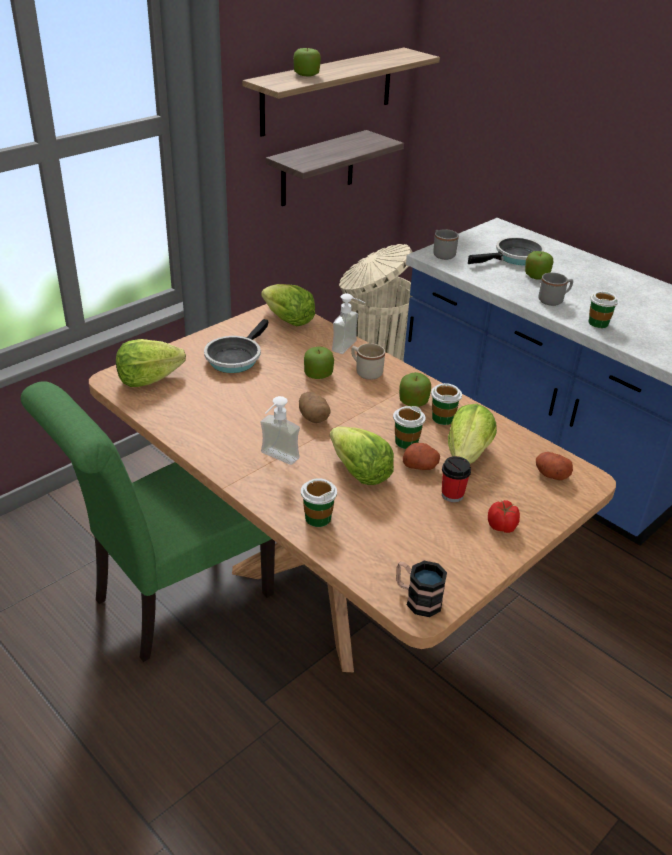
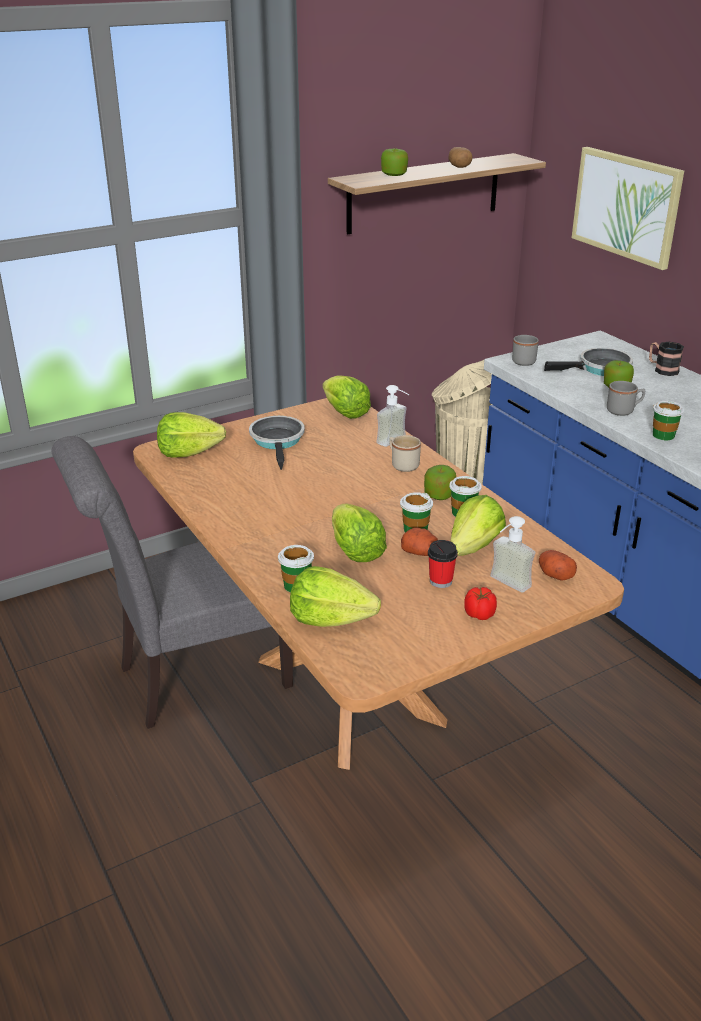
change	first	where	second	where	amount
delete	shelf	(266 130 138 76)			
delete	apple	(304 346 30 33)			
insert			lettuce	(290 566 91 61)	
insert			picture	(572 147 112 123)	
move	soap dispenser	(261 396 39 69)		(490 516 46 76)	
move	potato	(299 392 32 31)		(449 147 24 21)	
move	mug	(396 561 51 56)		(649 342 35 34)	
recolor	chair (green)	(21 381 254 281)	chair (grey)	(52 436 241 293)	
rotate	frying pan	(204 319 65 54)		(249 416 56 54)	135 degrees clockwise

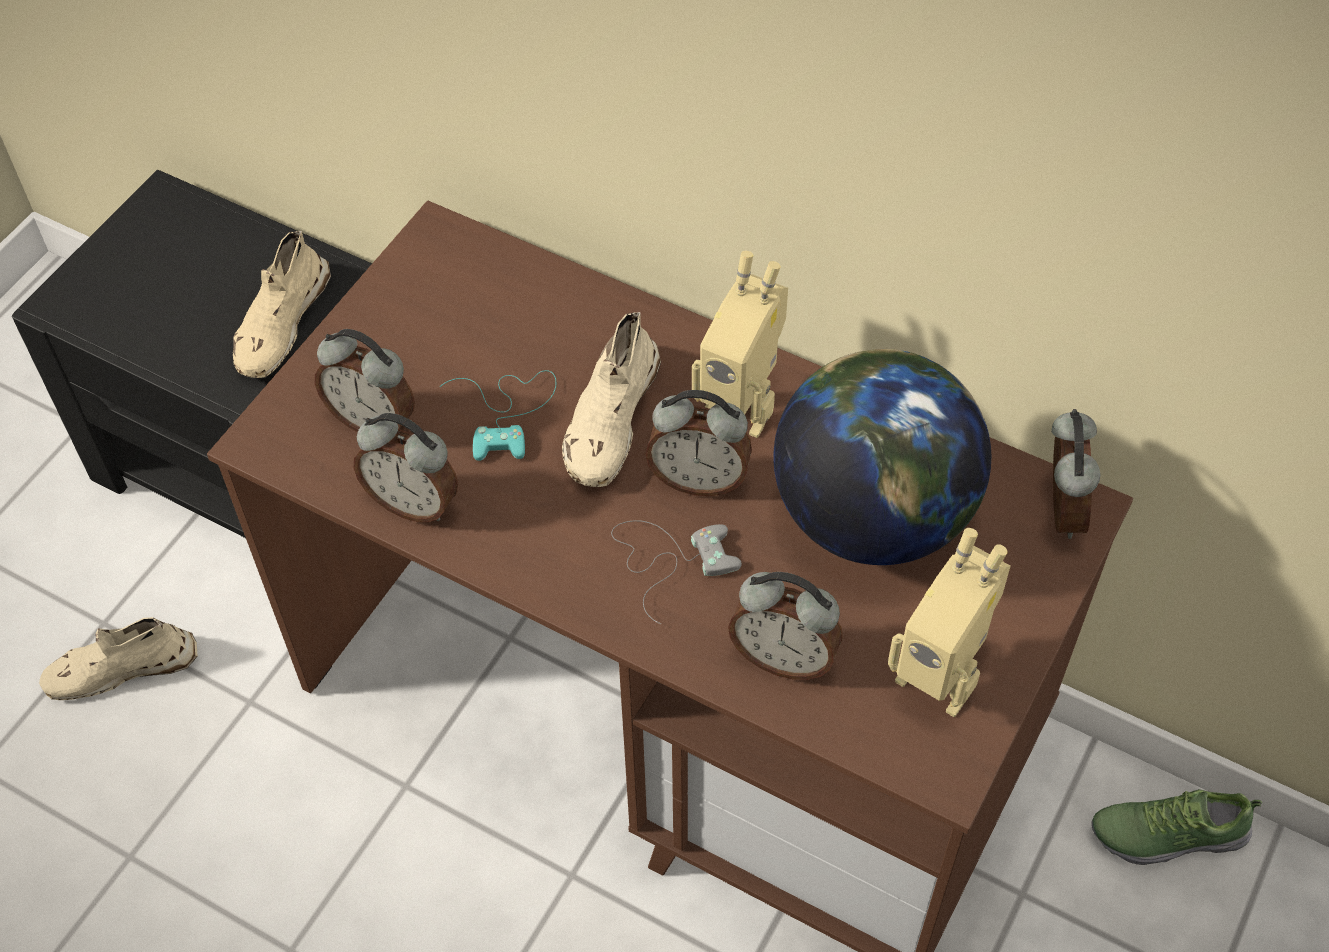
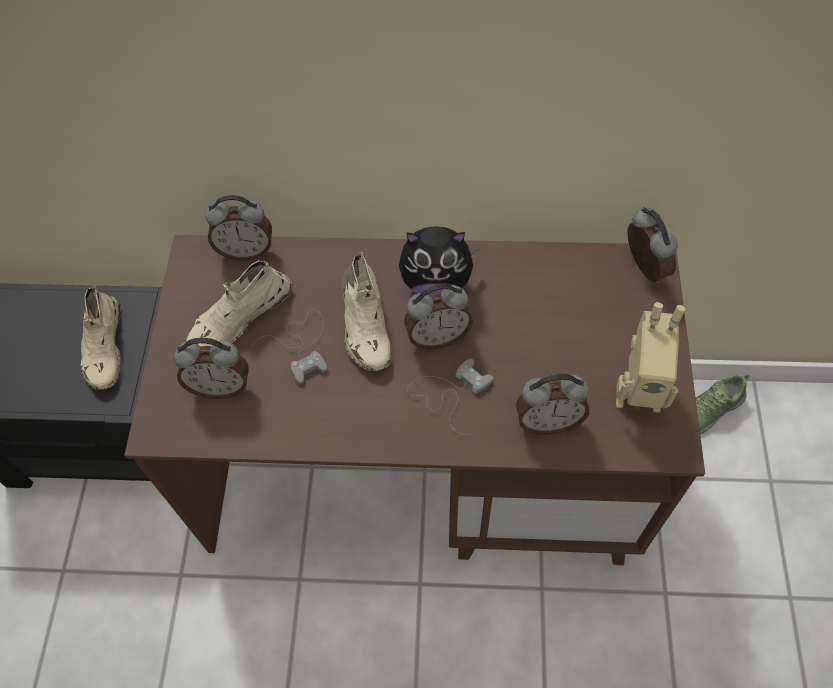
change	first	where	second	where	amount
delete	globe	(774 349 217 216)			
move	shoe (beige)	(39 617 159 83)		(186 260 107 86)	
move	alarm clock	(353 413 105 109)		(206 195 66 66)	
replace	toy robot	(692 251 96 187)	plush toy	(399 226 79 70)	
recolor	game controller (turquoise)	(440 370 116 91)	game controller (grey)	(251 310 77 74)	

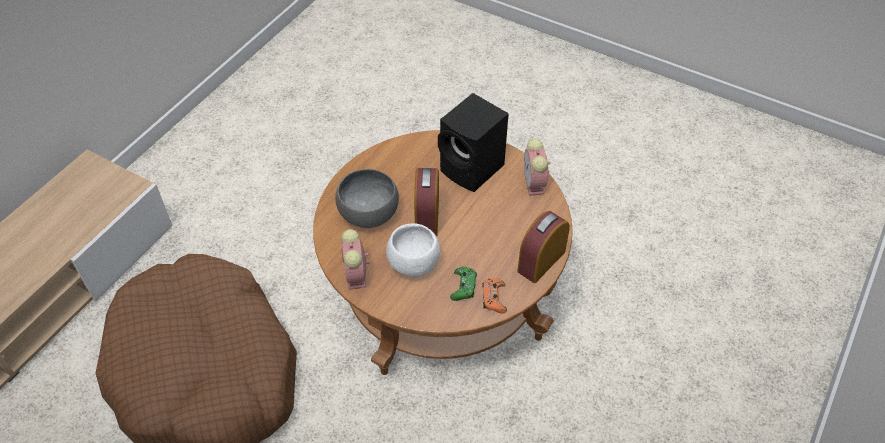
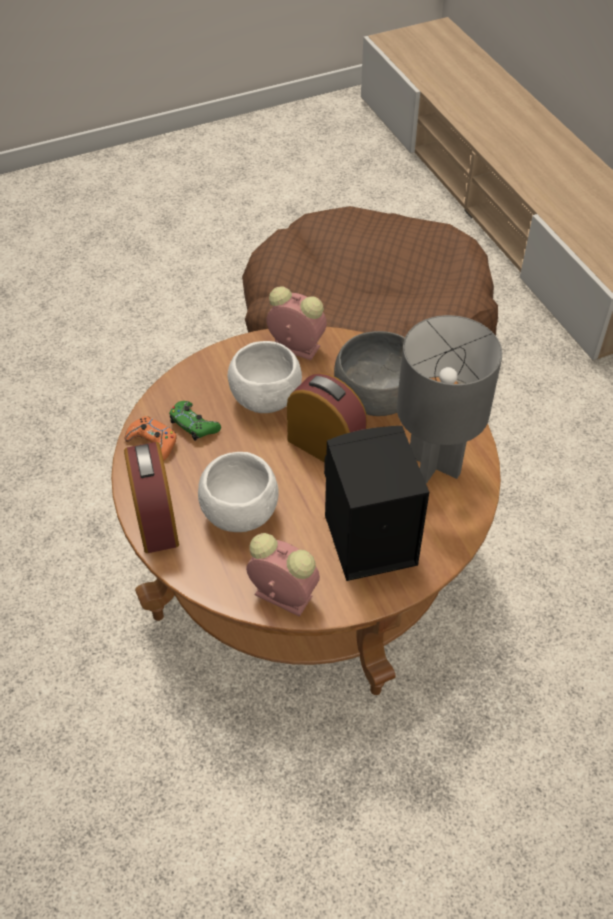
change	first	where	second	where	amount
insert			bowl (white)	(198 452 81 80)	
insert			table lamp (grey)	(397 315 105 169)	

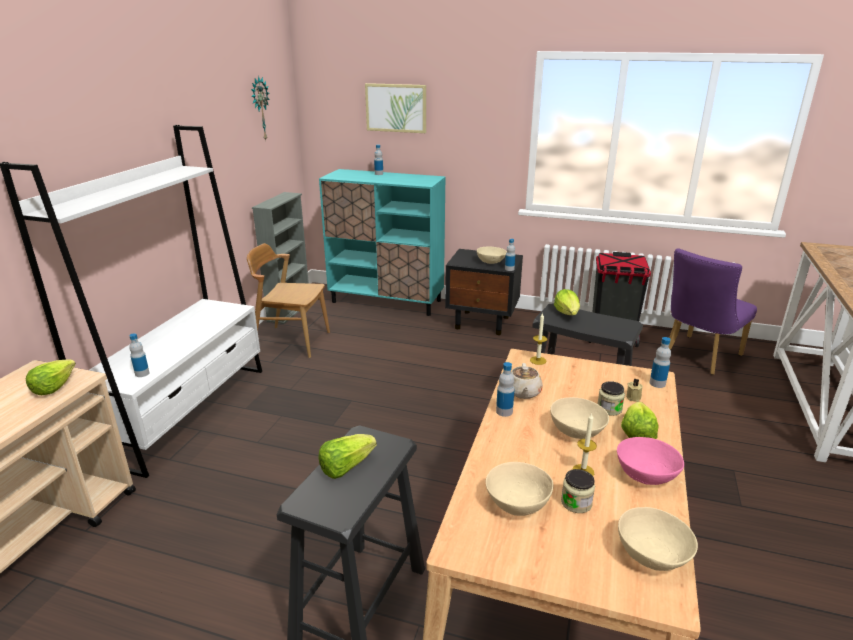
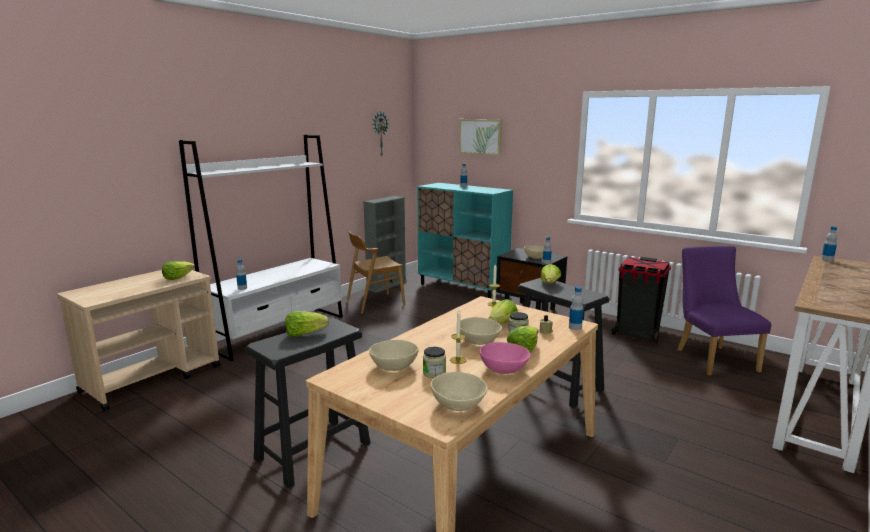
change	first	where	second	where	amount
delete	teapot (beige)	(511 363 32 36)			
insert			lettuce	(488 299 30 25)	
move	bottle	(496 362 19 55)		(821 226 17 35)	
rotate	chair (brown)	(247 243 83 115)		(347 231 58 83)	60 degrees counterclockwise
rotate	chair (purple)	(669 248 88 127)		(677 246 94 130)	105 degrees clockwise

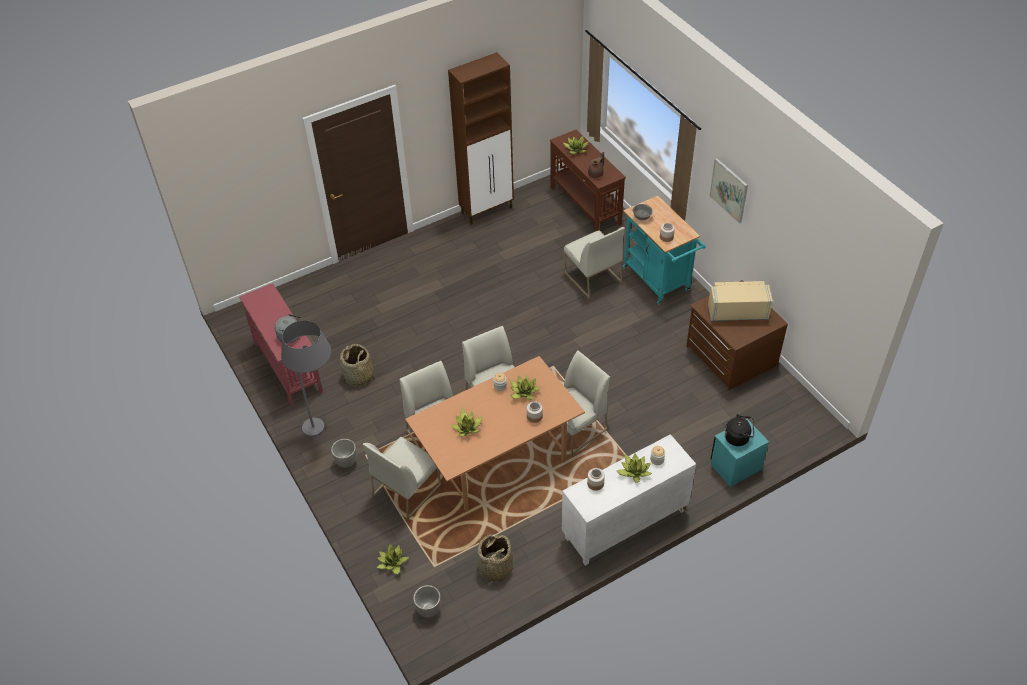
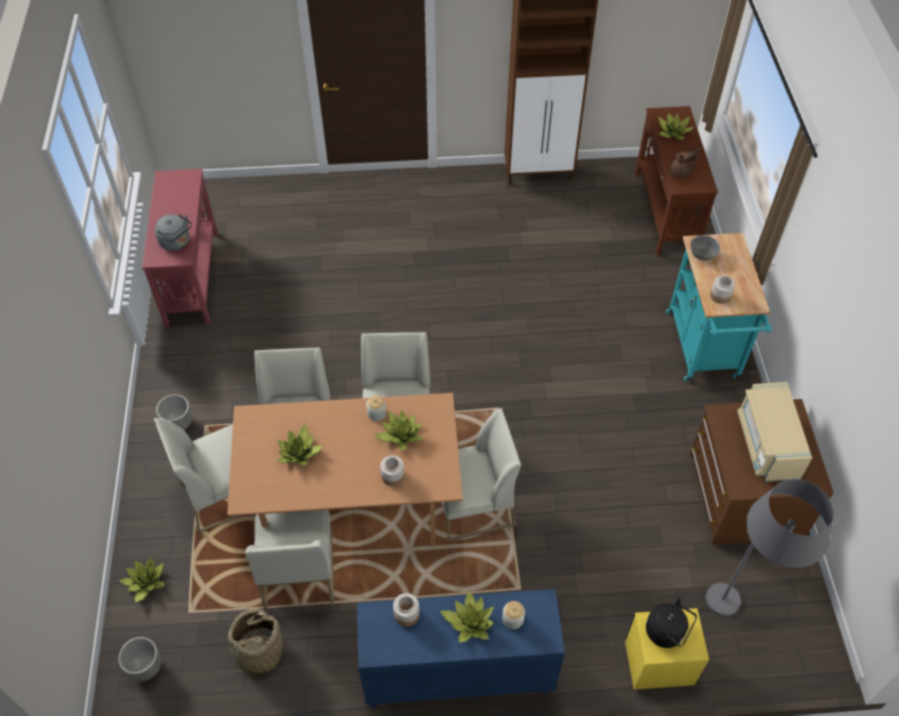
change	first	where	second	where	amount
delete	basket	(340 344 34 42)			
delete	picture	(709 158 39 65)			
move	floor lamp (grey)	(281 320 50 117)		(706 479 128 137)	
move	chair (white)	(564 227 61 72)		(245 510 89 100)	
recolor	cabinet (white)	(562 434 134 132)	cabinet (blue)	(357 589 208 118)	
recolor	nightstand (turquoise)	(711 419 58 68)	nightstand (yellow)	(625 608 84 82)	
rotate	microwave (beige)	(708 281 65 40)		(737 382 75 100)	120 degrees counterclockwise

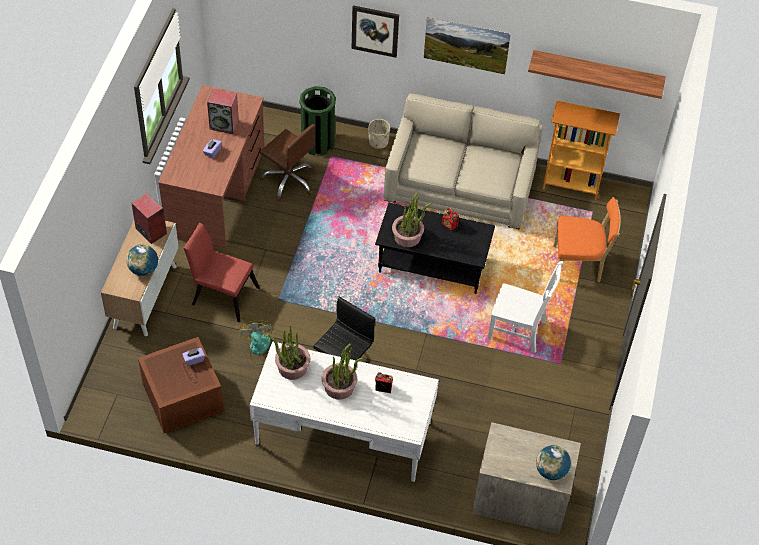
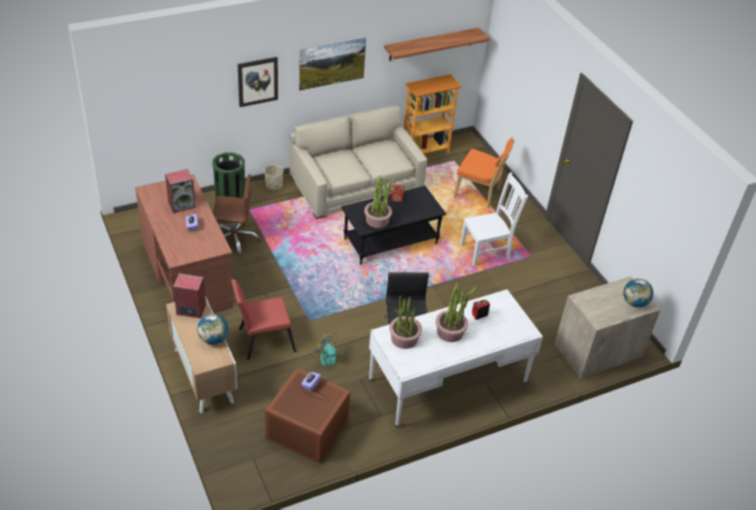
change	first	where	second	where	amount
rotate	chair (orange)	(553 197 68 85)		(454 138 61 70)	60 degrees clockwise

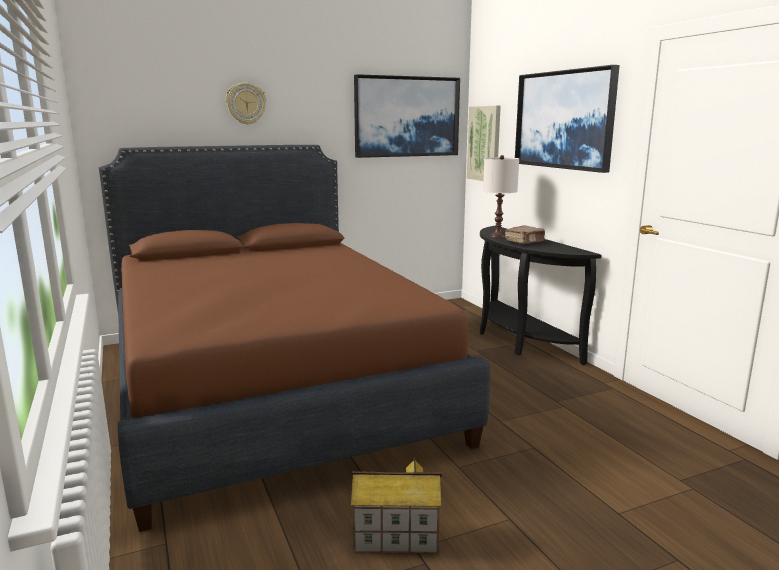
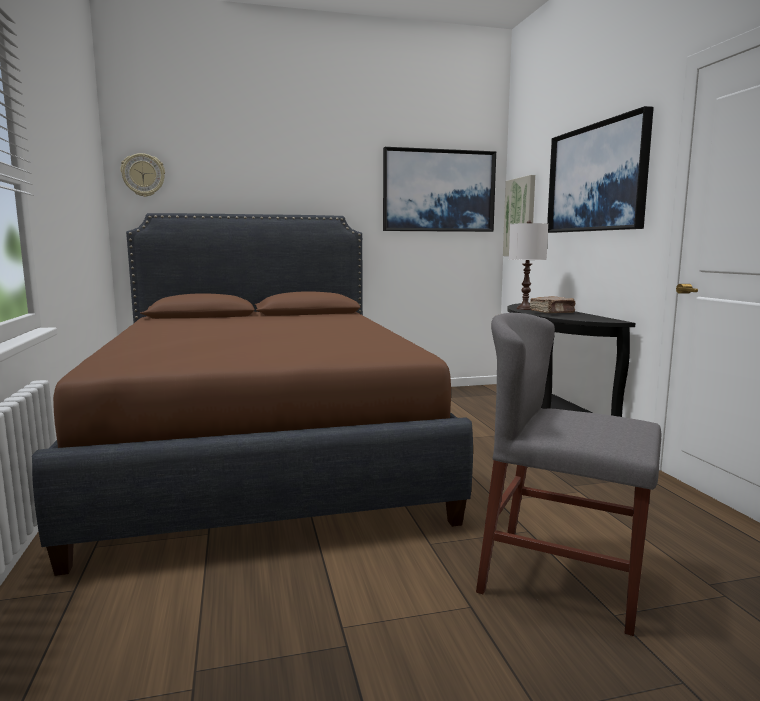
change	first	where	second	where	amount
delete	toy house	(351 457 91 97)			
insert			chair (grey)	(476 313 185 323)	
move	wall clock	(226 83 40 42)		(120 153 45 44)	

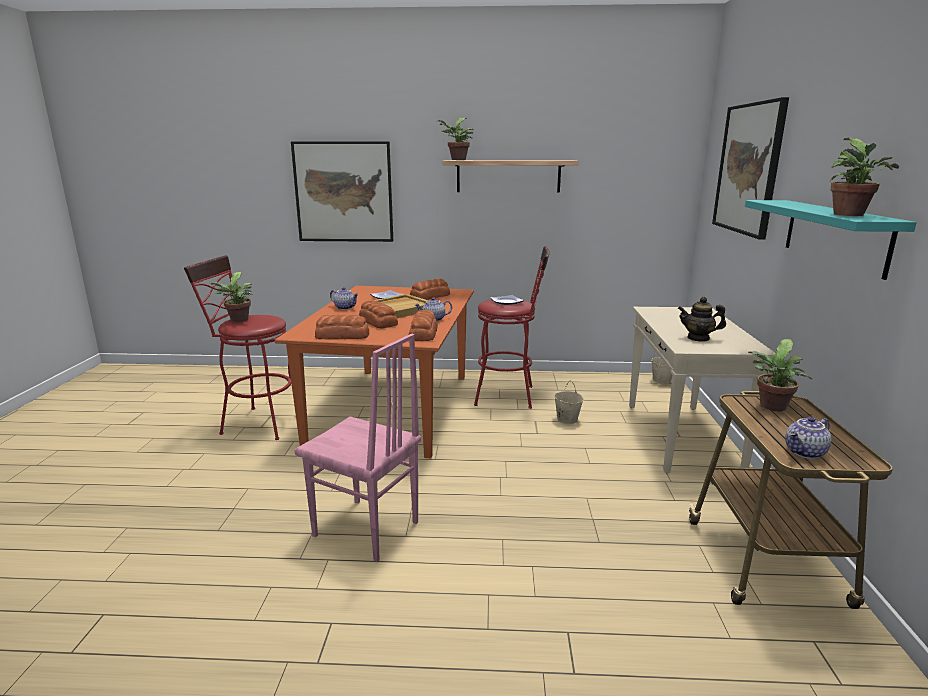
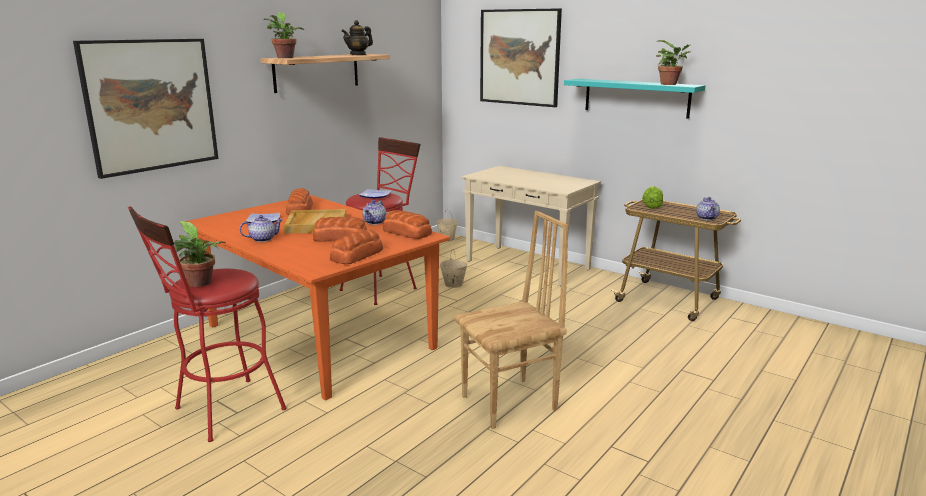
change	first	where	second	where	amount
move	teapot	(678 297 48 45)		(342 20 31 35)	
replace	potted plant	(748 339 64 72)	lettuce	(642 186 21 23)	
recolor	chair (pink)	(294 334 127 228)	chair (brown)	(455 211 113 218)	

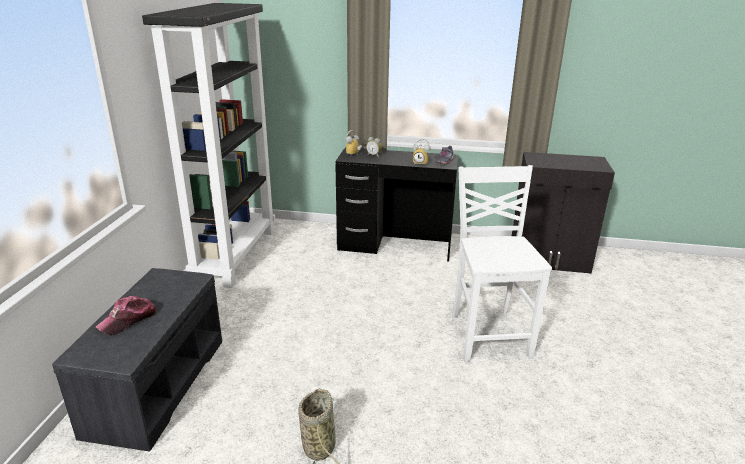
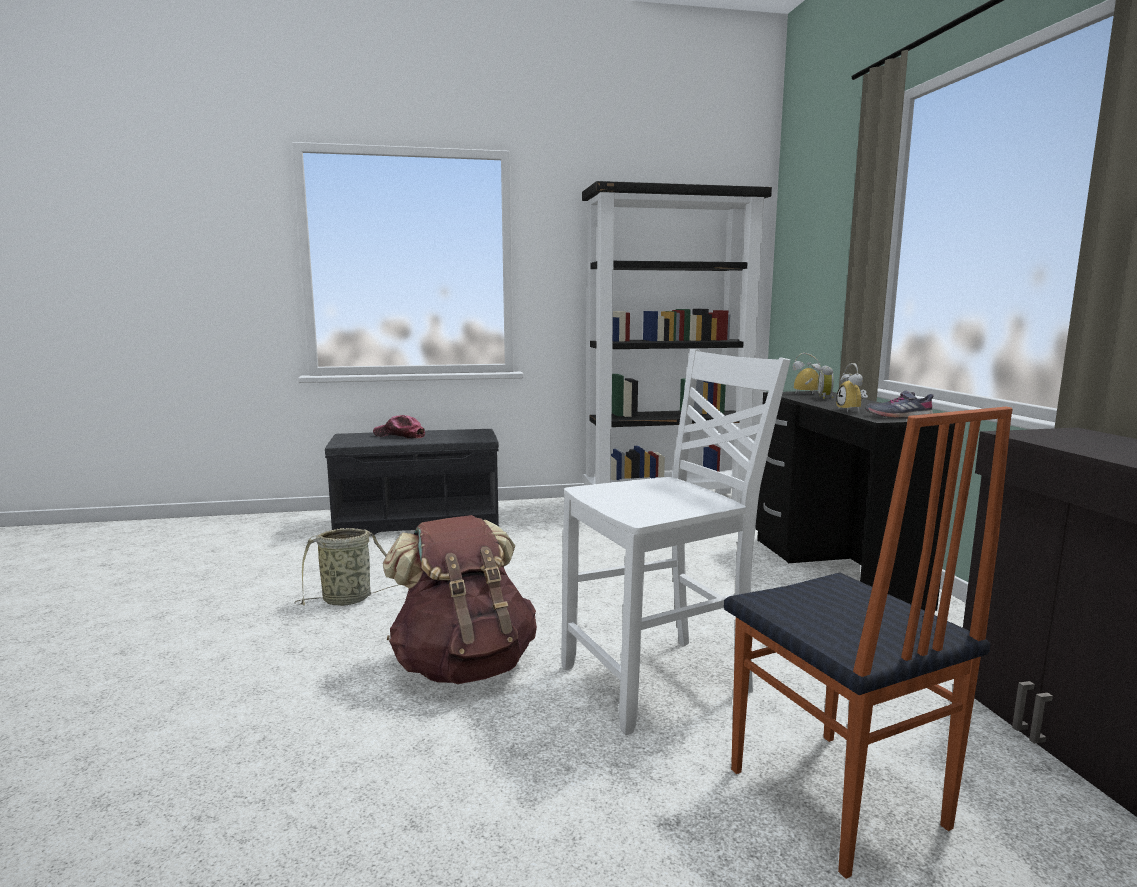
change	first	where	second	where	amount
insert			backpack (brown)	(383 515 154 169)	
insert			chair	(724 407 289 472)	

